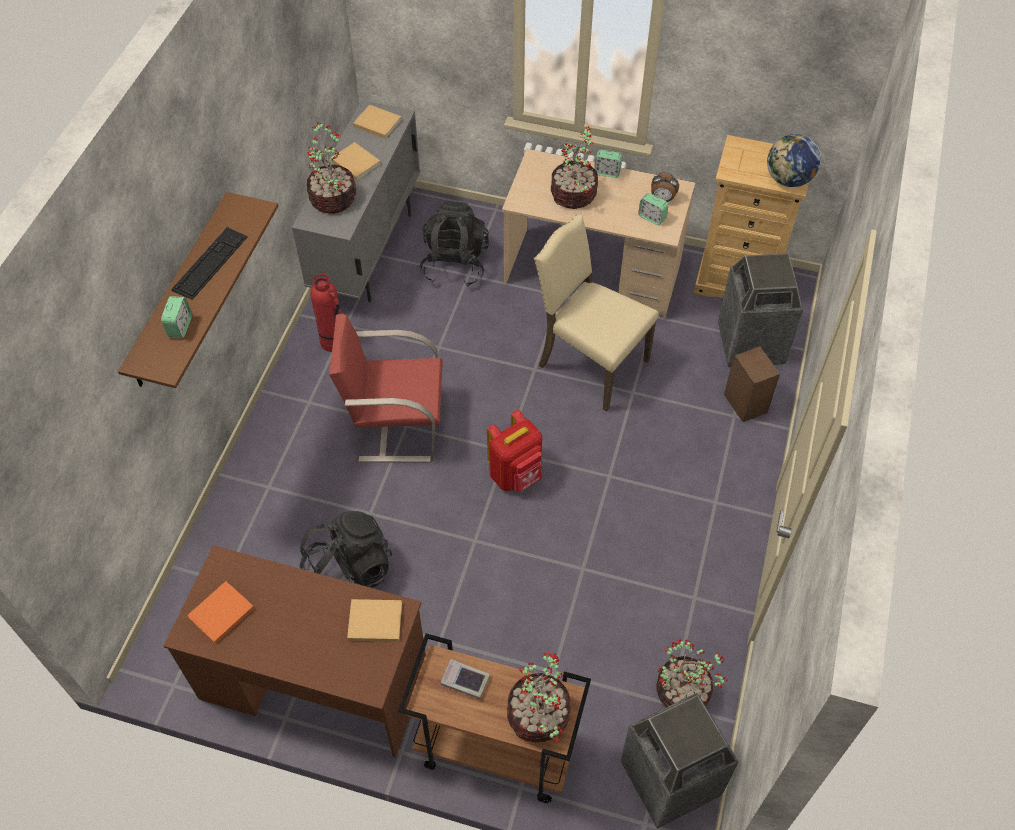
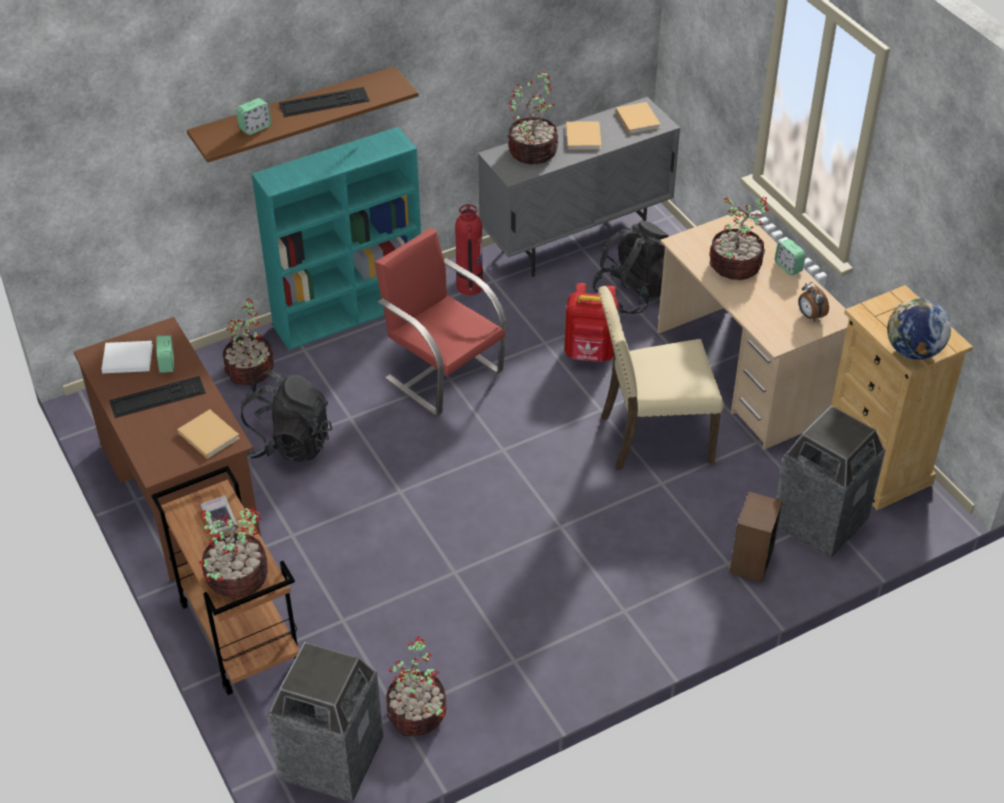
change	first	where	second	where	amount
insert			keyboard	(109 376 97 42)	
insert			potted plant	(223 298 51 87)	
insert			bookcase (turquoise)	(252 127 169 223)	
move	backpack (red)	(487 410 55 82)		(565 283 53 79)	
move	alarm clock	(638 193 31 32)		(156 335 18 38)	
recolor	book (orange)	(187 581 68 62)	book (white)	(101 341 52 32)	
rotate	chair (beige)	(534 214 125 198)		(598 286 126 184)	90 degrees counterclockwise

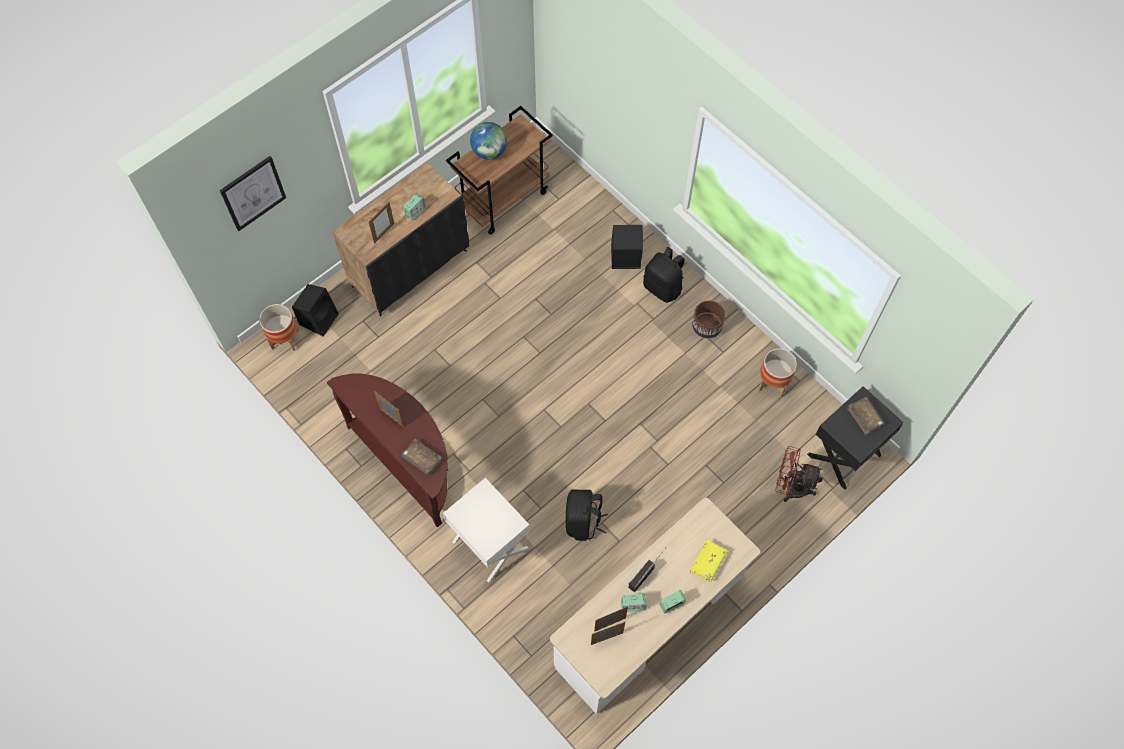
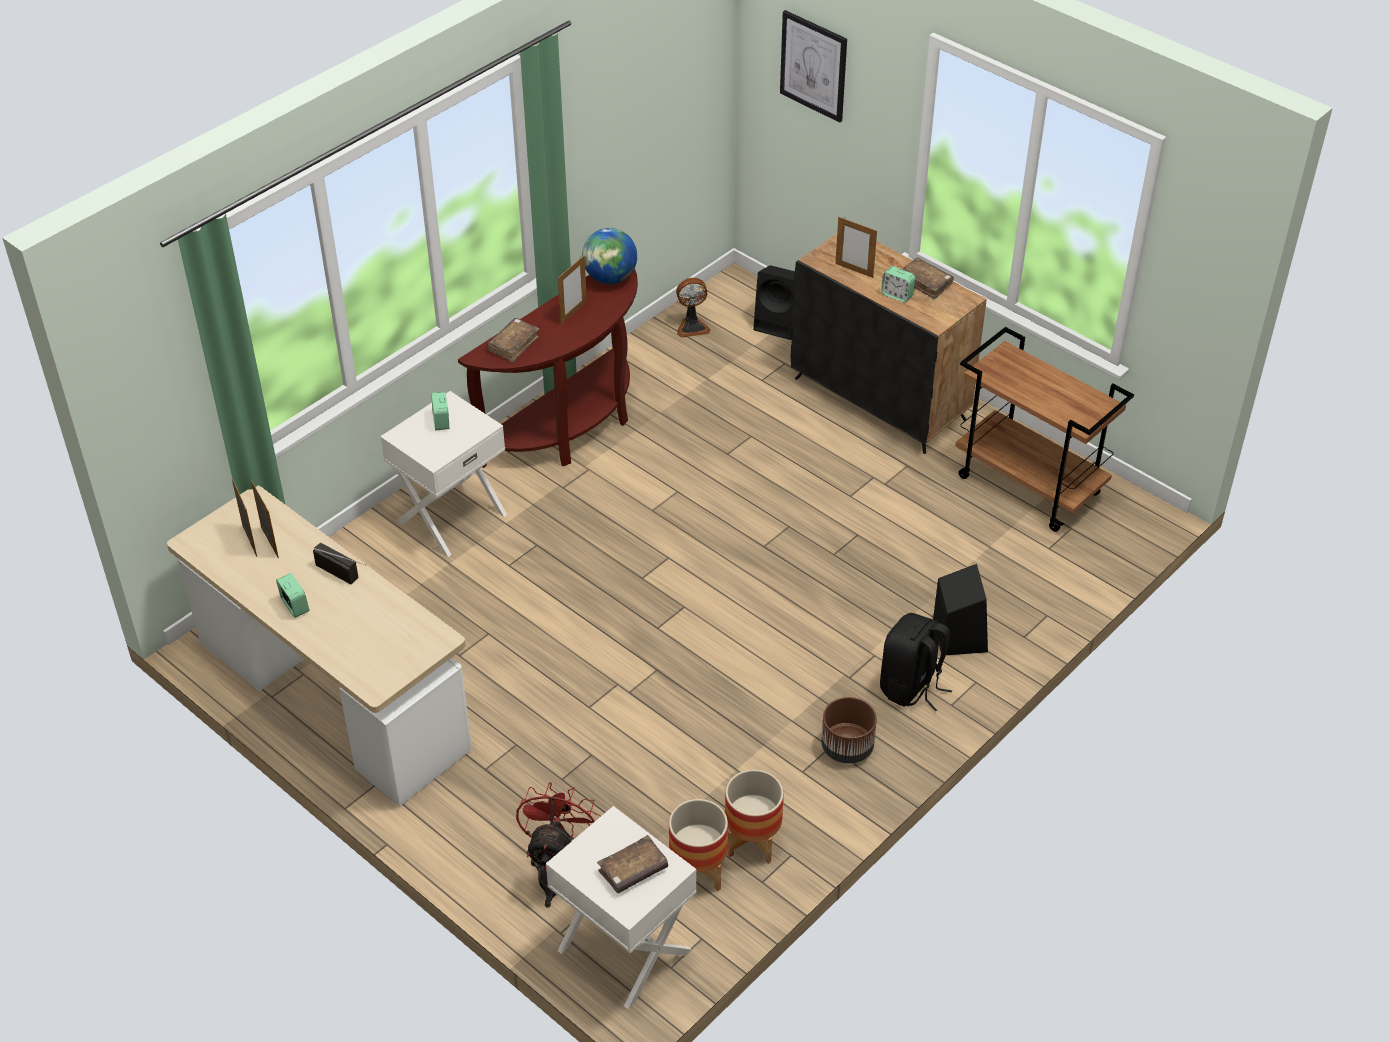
change	first	where	second	where	amount
delete	backpack (black)	(566 490 42 51)			
delete	book (yellow)	(690 540 37 42)			
insert			fan	(676 278 34 60)	
insert			book (brown)	(902 258 52 41)	
move	planter	(259 304 40 47)		(669 799 59 92)	
move	globe	(470 122 37 38)		(582 228 55 56)	
move	alarm clock	(621 594 25 18)		(431 392 18 38)	
recolor	nightstand (black)	(807 386 97 104)	nightstand (white)	(546 806 150 203)	

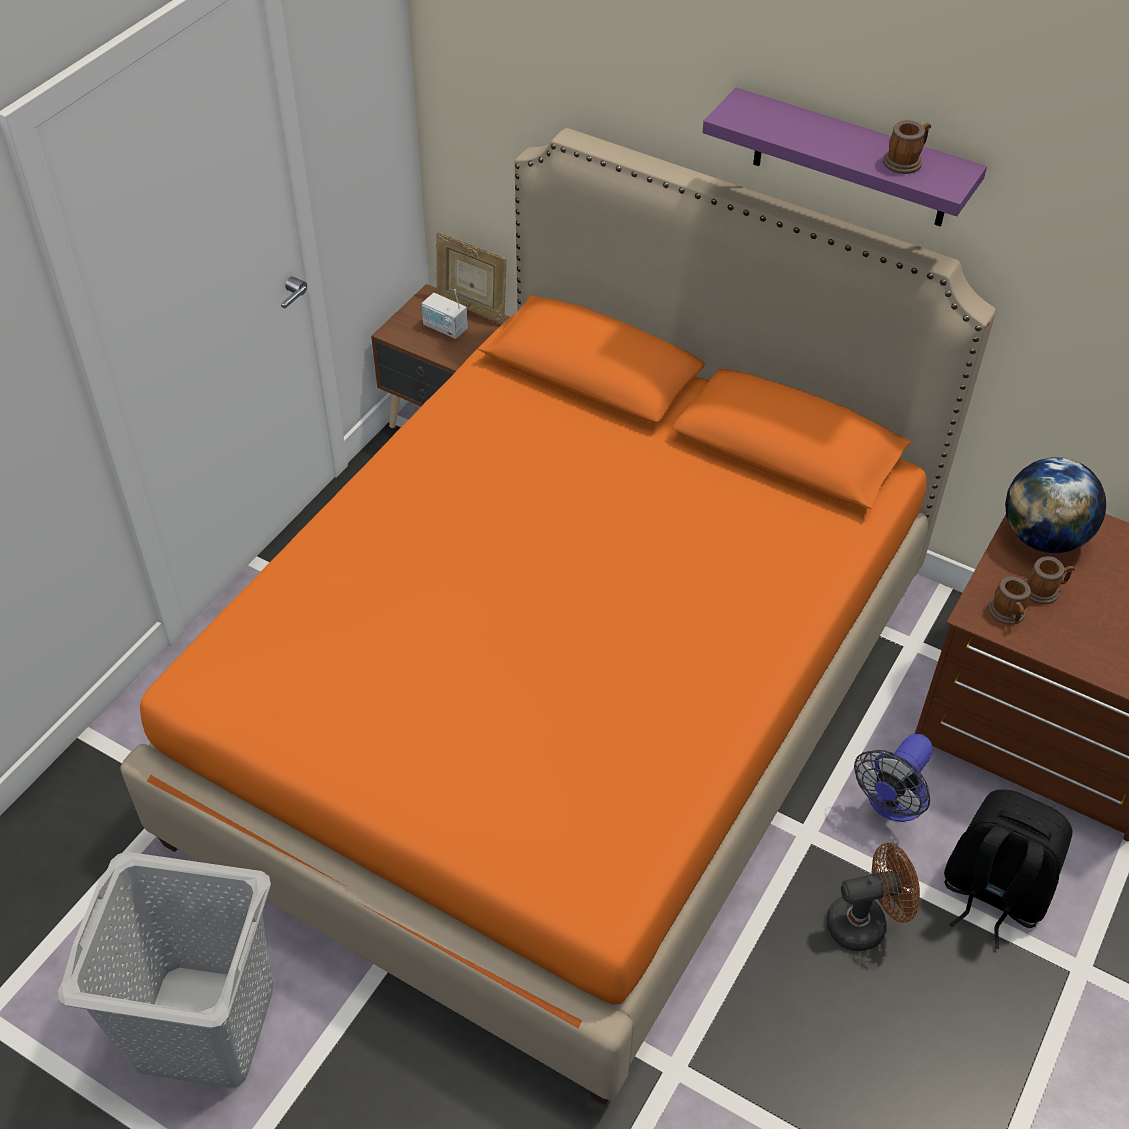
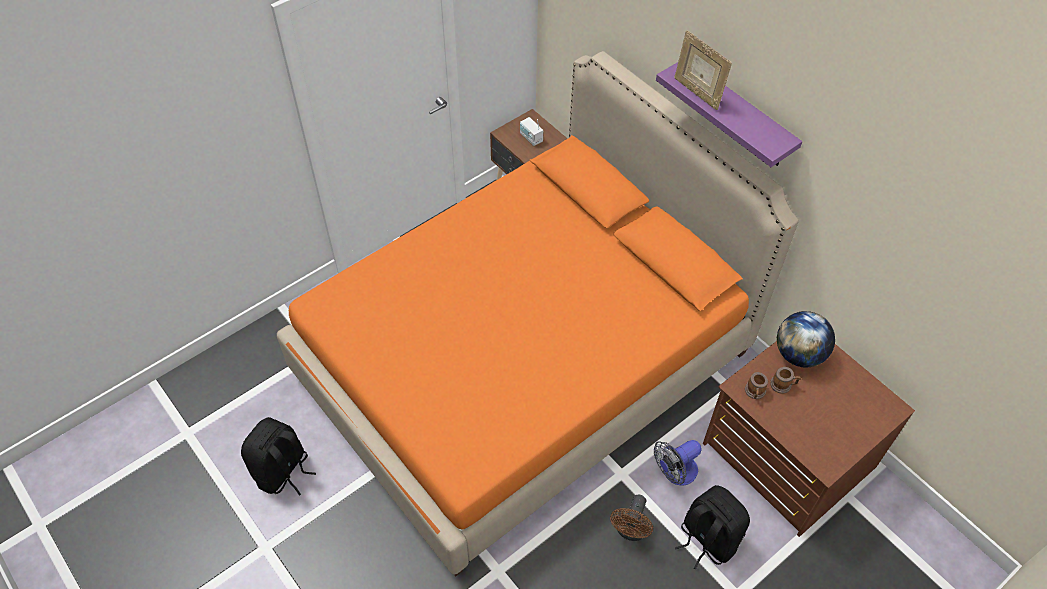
change	first	where	second	where	amount
delete	mug	(883 120 48 54)			
move	picture frame	(436 232 71 92)		(674 31 58 79)	
replace	laundry basket (grey)	(58 852 215 236)	backpack (black)	(241 417 75 79)	
rotate	fan (brown)	(827 843 93 108)		(610 495 43 46)	105 degrees clockwise

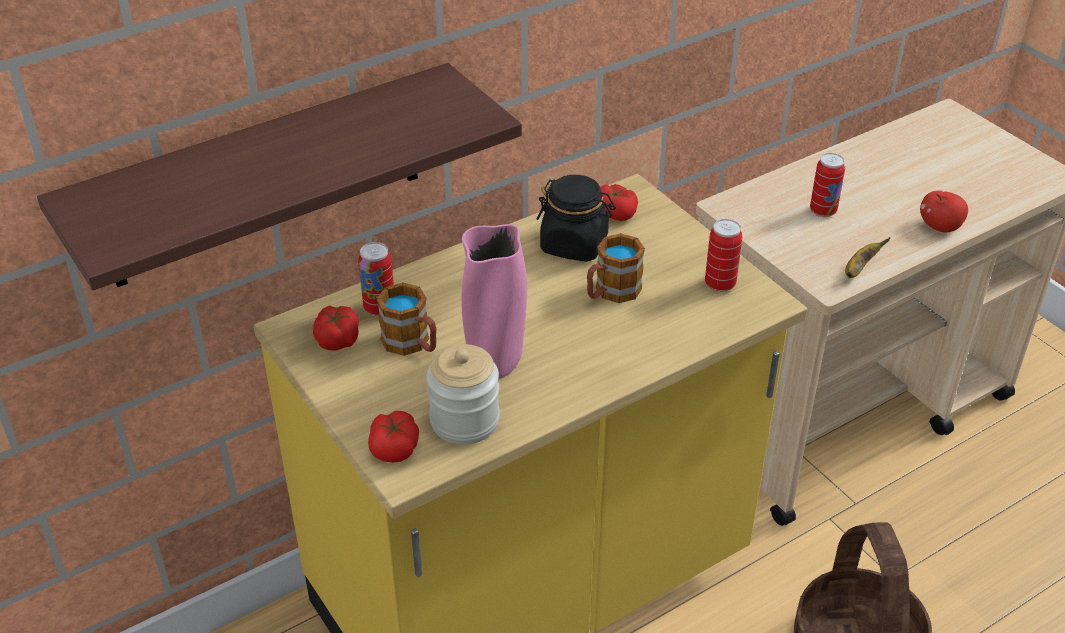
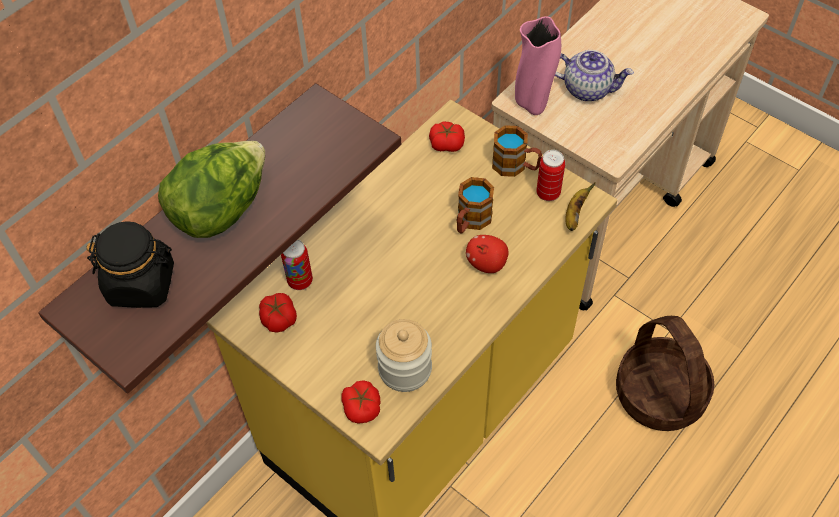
change	first	where	second	where	amount
insert			lettuce	(158 141 107 97)	
move	mug	(377 283 59 73)		(492 125 50 52)	
move	vase (pink)	(461 224 66 155)		(515 16 46 99)	
move	jar (black)	(537 175 78 87)		(86 221 88 87)	
move	banana	(845 237 45 41)		(565 182 31 49)	
move	apple	(920 190 48 42)		(466 235 42 38)	
replace	can	(810 153 35 64)	teapot	(555 50 79 51)	

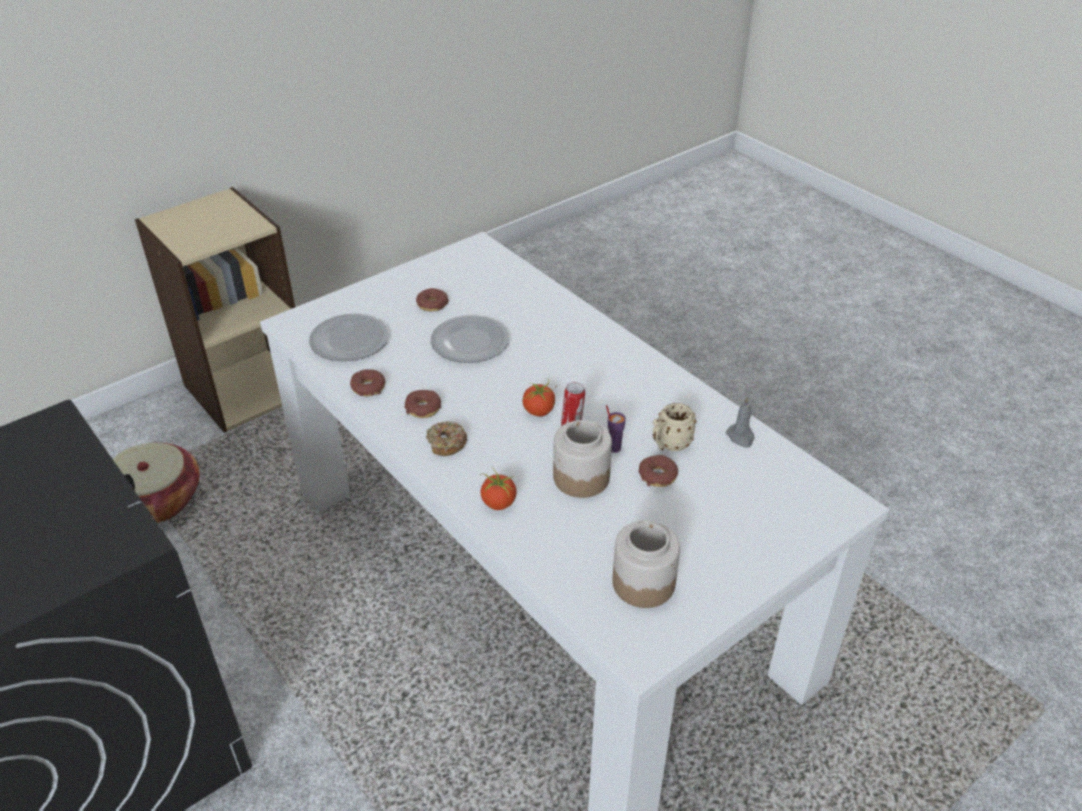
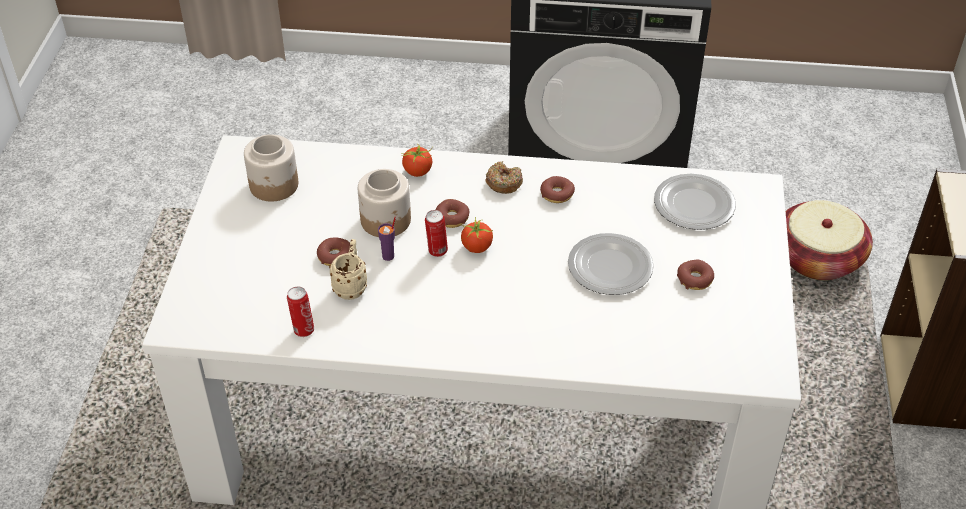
change	first	where	second	where	amount
move	donut	(350 369 36 27)		(435 199 34 29)	
replace	candle (grey)	(726 396 29 52)	can	(287 287 27 50)	

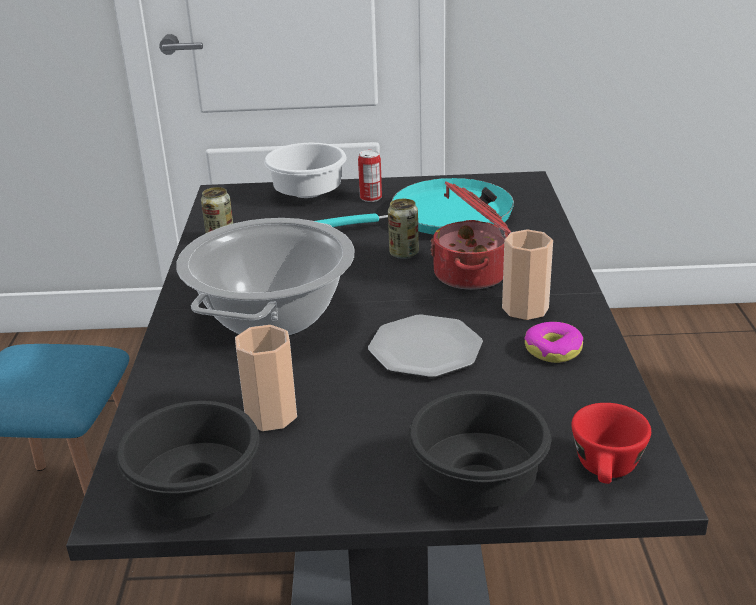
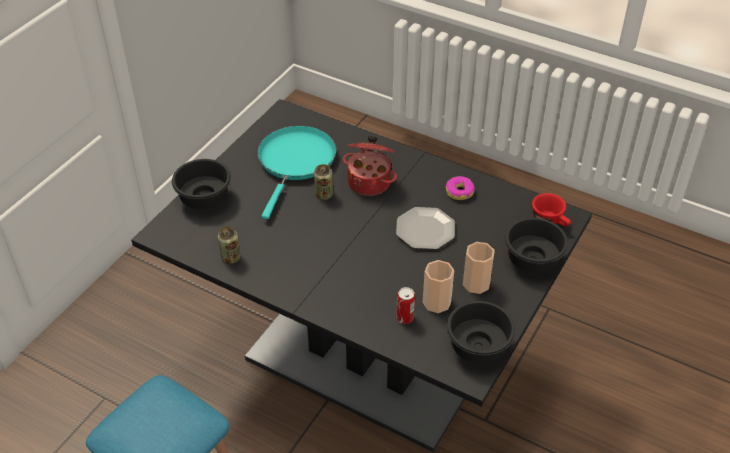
change	first	where	second	where	amount
delete	cooking pot	(176 218 179 118)			
move	can	(358 150 24 52)		(396 287 19 37)	
move	cup	(502 229 51 91)		(463 242 32 52)	
recolor	bowl (white)	(264 143 83 55)	bowl (black)	(172 159 59 50)	

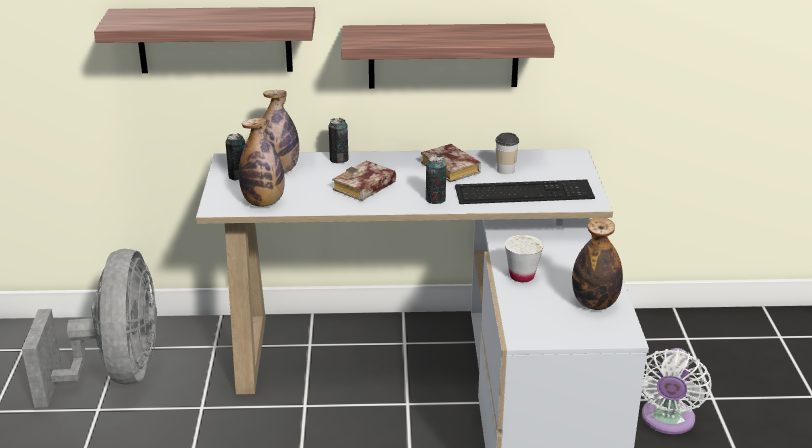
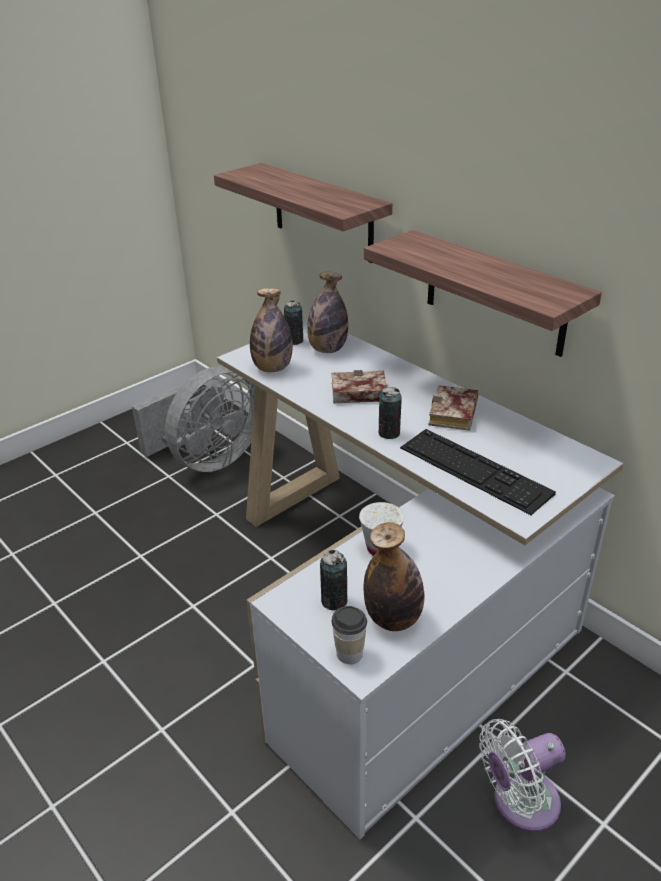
change	first	where	second	where	amount
move	can	(328 118 21 45)		(320 550 28 60)	
move	cup	(495 133 24 41)		(332 606 35 58)	

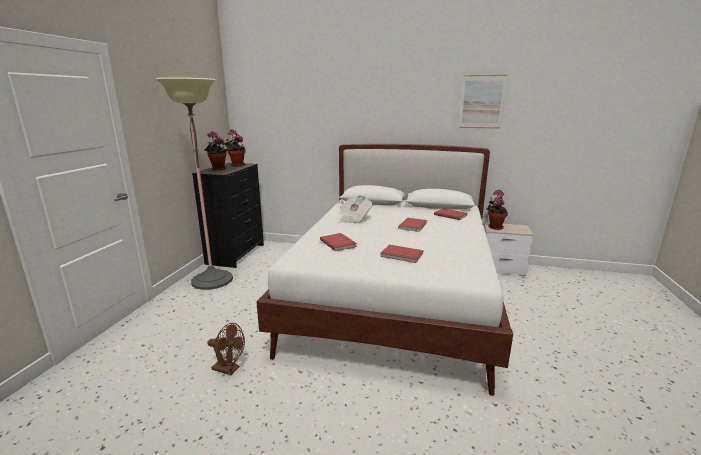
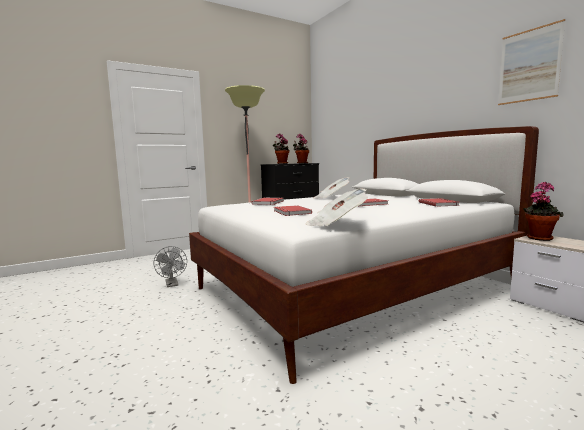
change	first	where	second	where	amount
insert			newspaper	(306 188 62 38)	
recolor	fan (brown)	(208 323 37 52)	fan (grey)	(154 246 33 41)	

